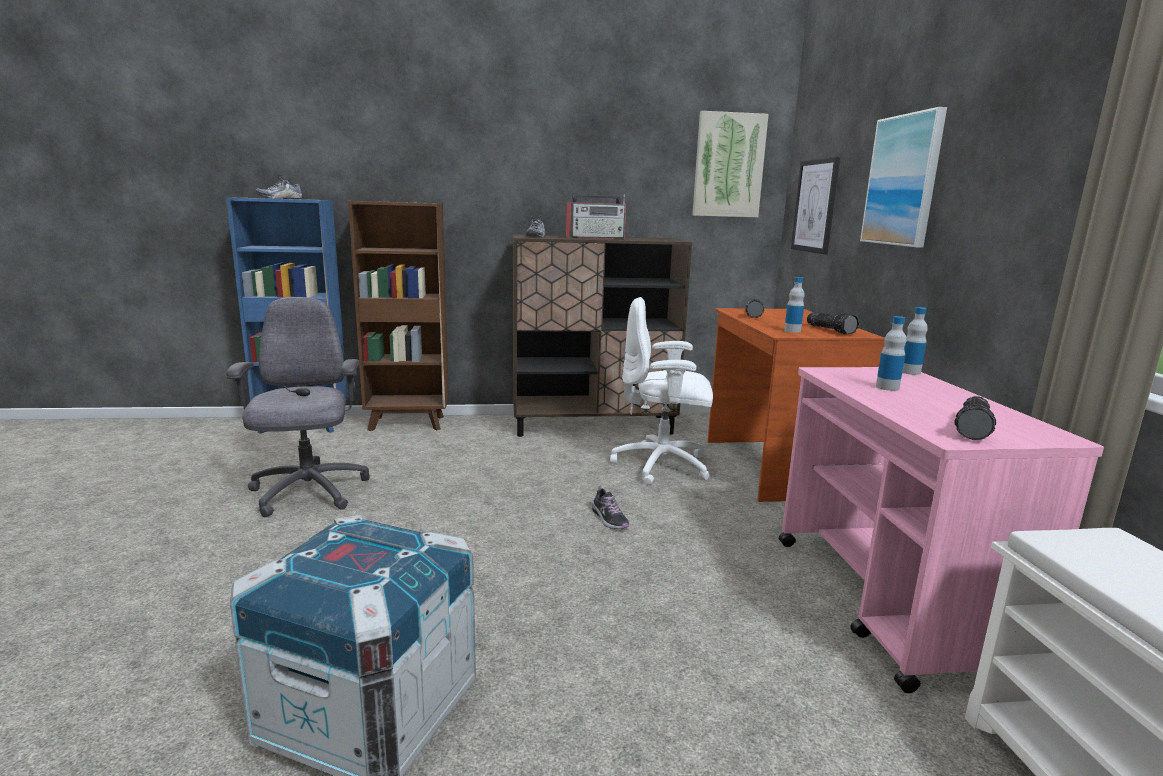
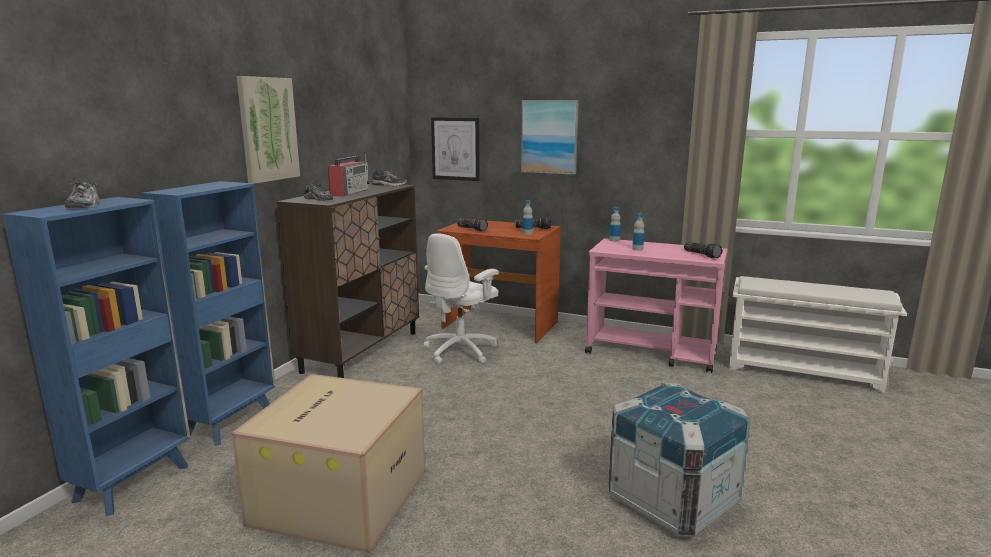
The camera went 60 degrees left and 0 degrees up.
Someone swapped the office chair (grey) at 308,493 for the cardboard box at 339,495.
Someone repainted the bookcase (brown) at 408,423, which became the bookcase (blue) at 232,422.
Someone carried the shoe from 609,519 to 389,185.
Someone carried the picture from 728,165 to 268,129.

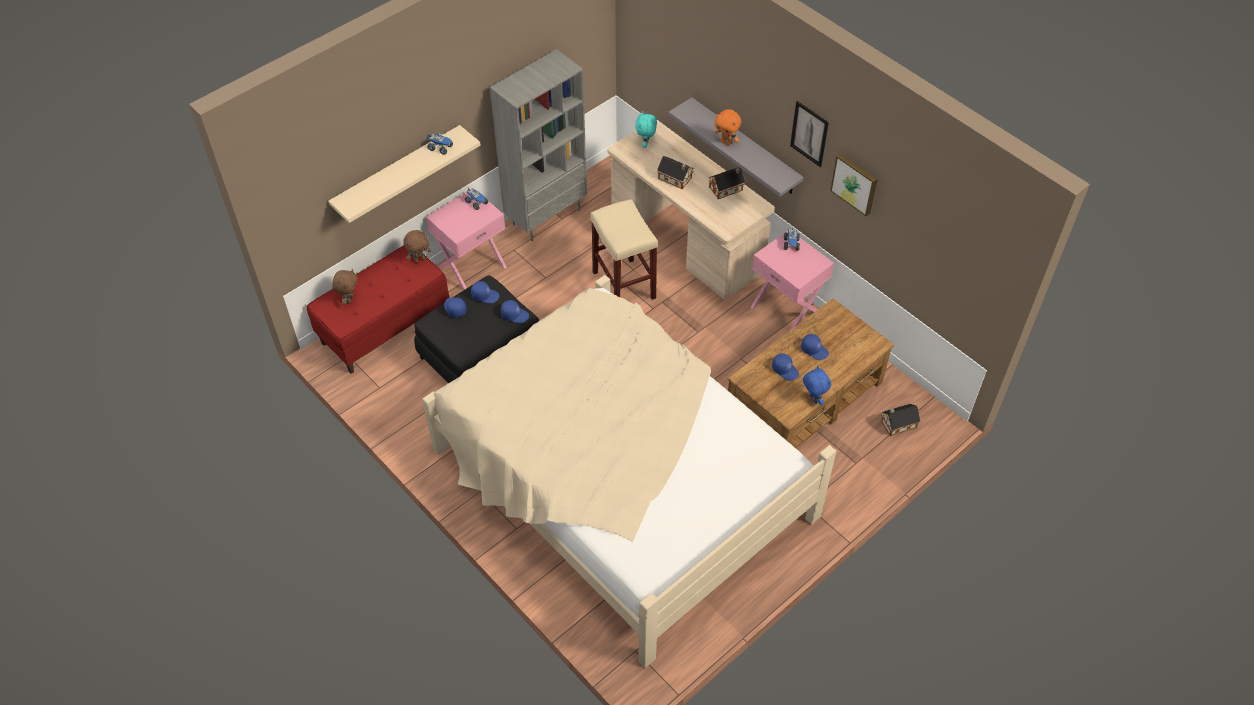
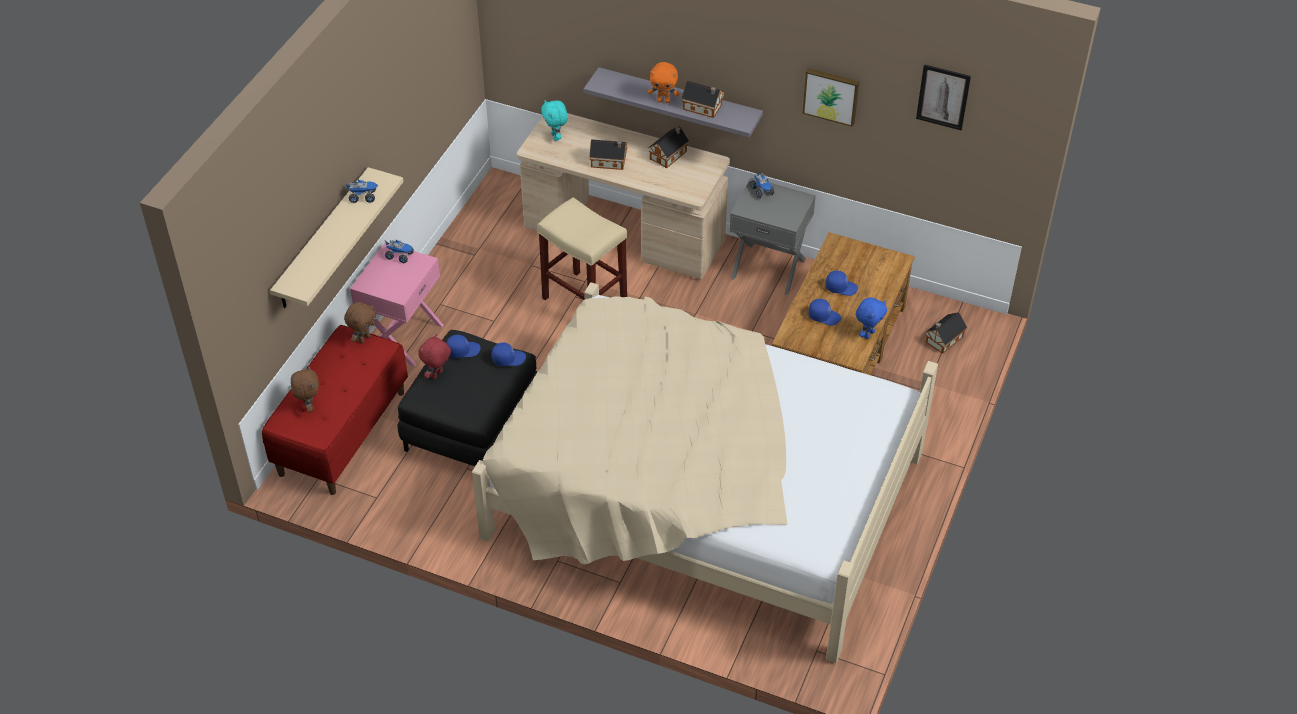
The camera went 25 degrees left and 5 degrees down.
Someone swapped the cap (blue) at 454,308 for the plush toy (red) at 437,375.
Someone took away the bookcase (grey) at 546,216.
Someone repainted the nightstand (pink) at 786,309, which became the nightstand (grey) at 769,268.
Someone carried the picture from 809,134 to 943,97.
Someone rotated the plush toy (blue) at 813,399 by 90 degrees clockwise.
Someone put down the toy house at 703,107.

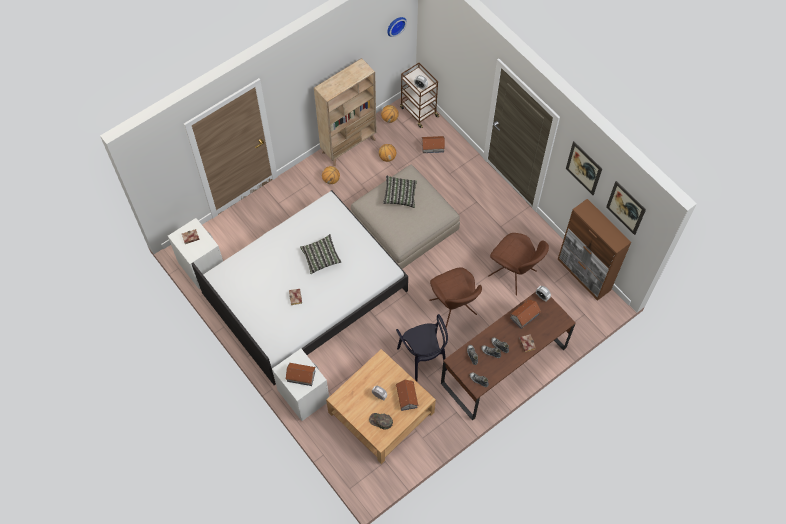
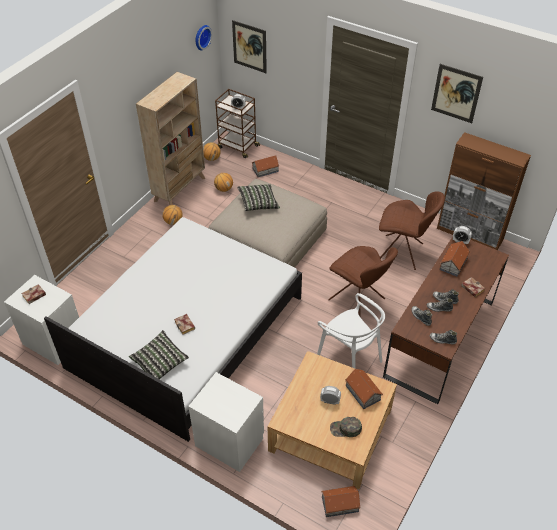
The camera went 20 degrees left and 15 degrees down.
Someone carried the toy house from 301,376 to 340,504.
Someone carried the pillow from 321,257 to 159,362.
Someone repainted the chair (black) at 423,357, which became the chair (white) at 350,357.
Someone carried the picture from 625,208 to 249,46.

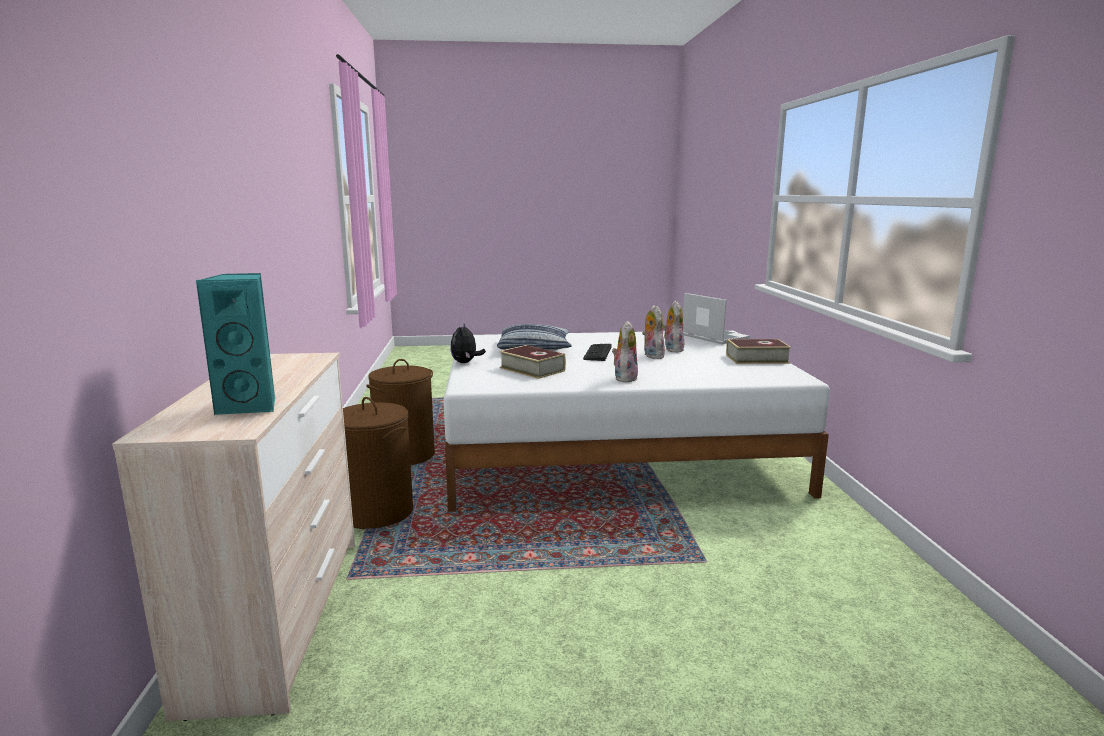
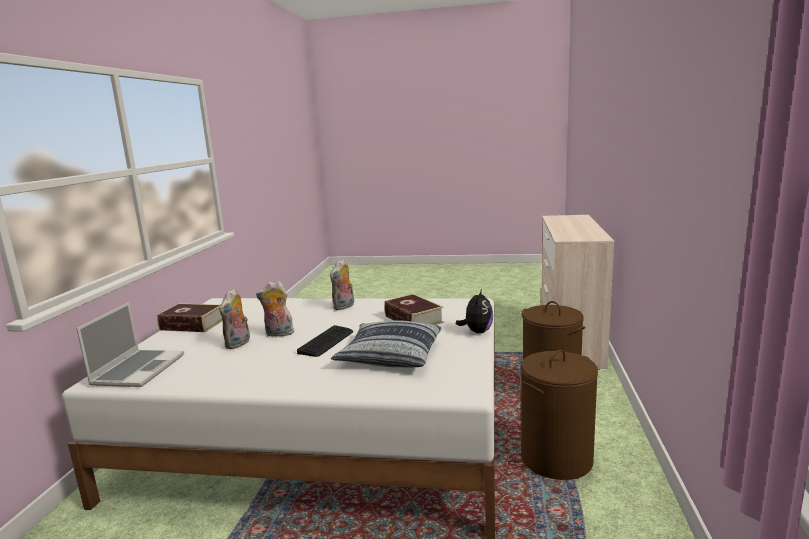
The camera went 165 degrees left and 0 degrees up.
Someone took away the speaker (turquoise) at 251,406.
Someone rotated the plush toy at 651,356 by 90 degrees clockwise.
Someone rotated the laptop at 713,337 by 150 degrees counterclockwise.

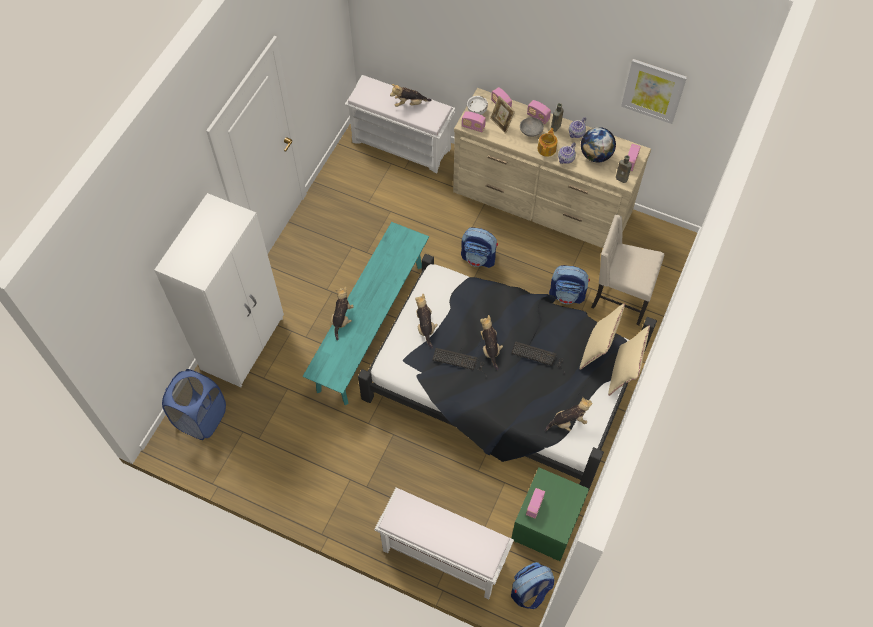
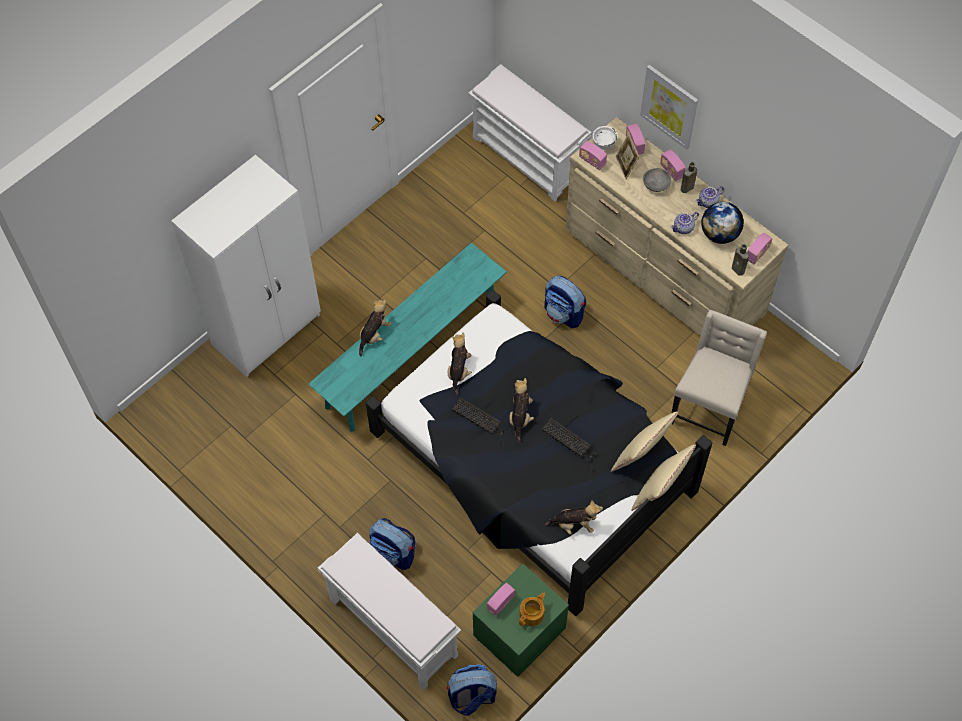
The camera went 20 degrees right and 0 degrees up.
Someone took away the laundry basket (blue) at 201,418.
Someone took away the plush toy at 409,104.
Someone carried the teapot from 547,148 to 532,614.
Someone carried the backpack from 567,294 to 393,554.
Someone rotated the chair (beige) at 619,297 by 75 degrees clockwise.
Someone carried the picture from 653,90 to 669,106.

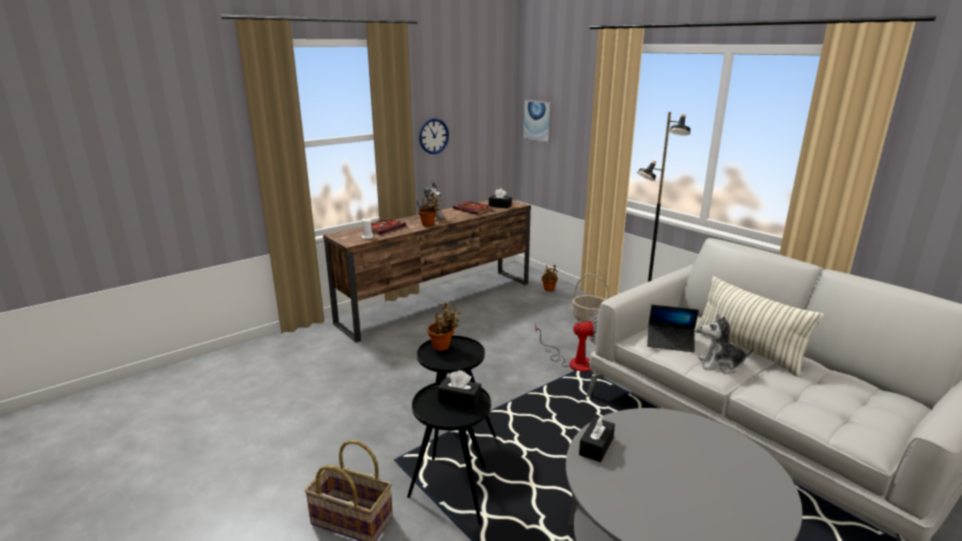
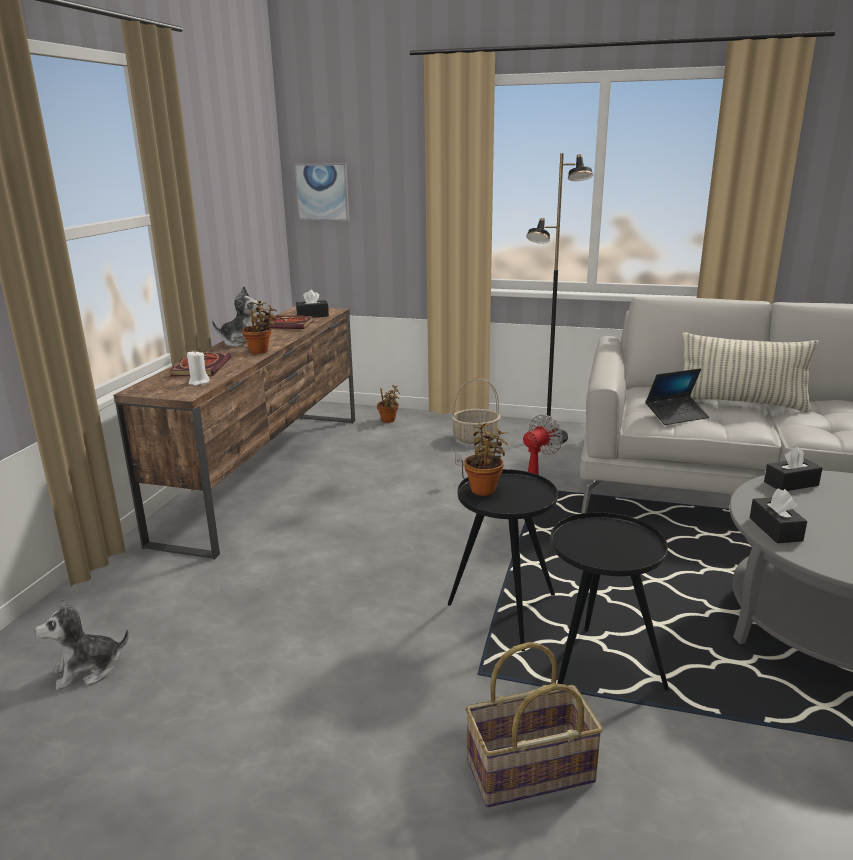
The camera went 35 degrees left and 0 degrees up.
Someone took away the wall clock at 433,136.
Someone carried the tissue box (black) from 459,399 to 791,483.
Someone carried the plush toy from 720,364 to 87,670.

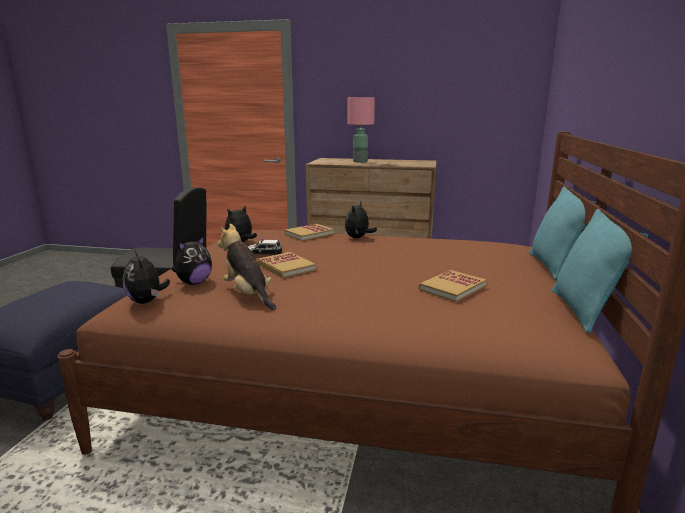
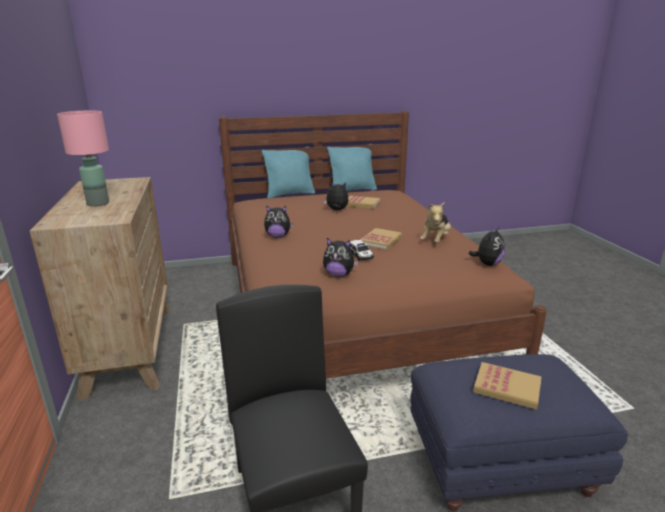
The camera went 115 degrees left and 5 degrees up.
Someone carried the plush toy from 194,283 to 337,210.
Someone carried the book from 309,234 to 507,387.

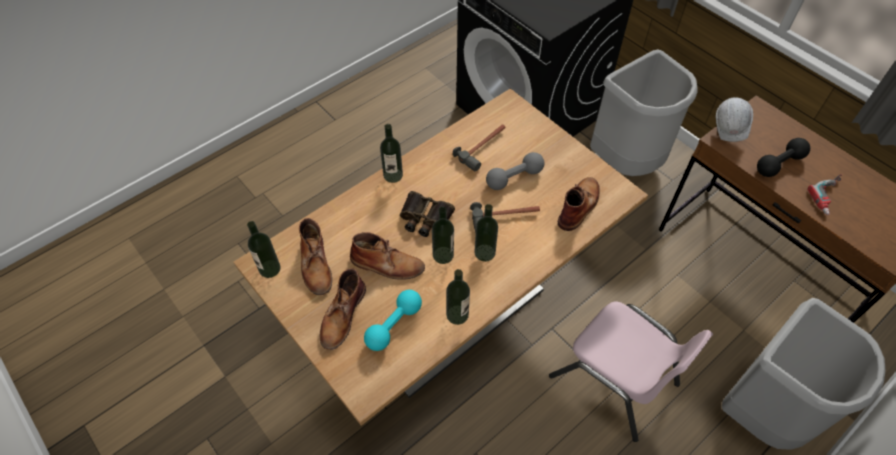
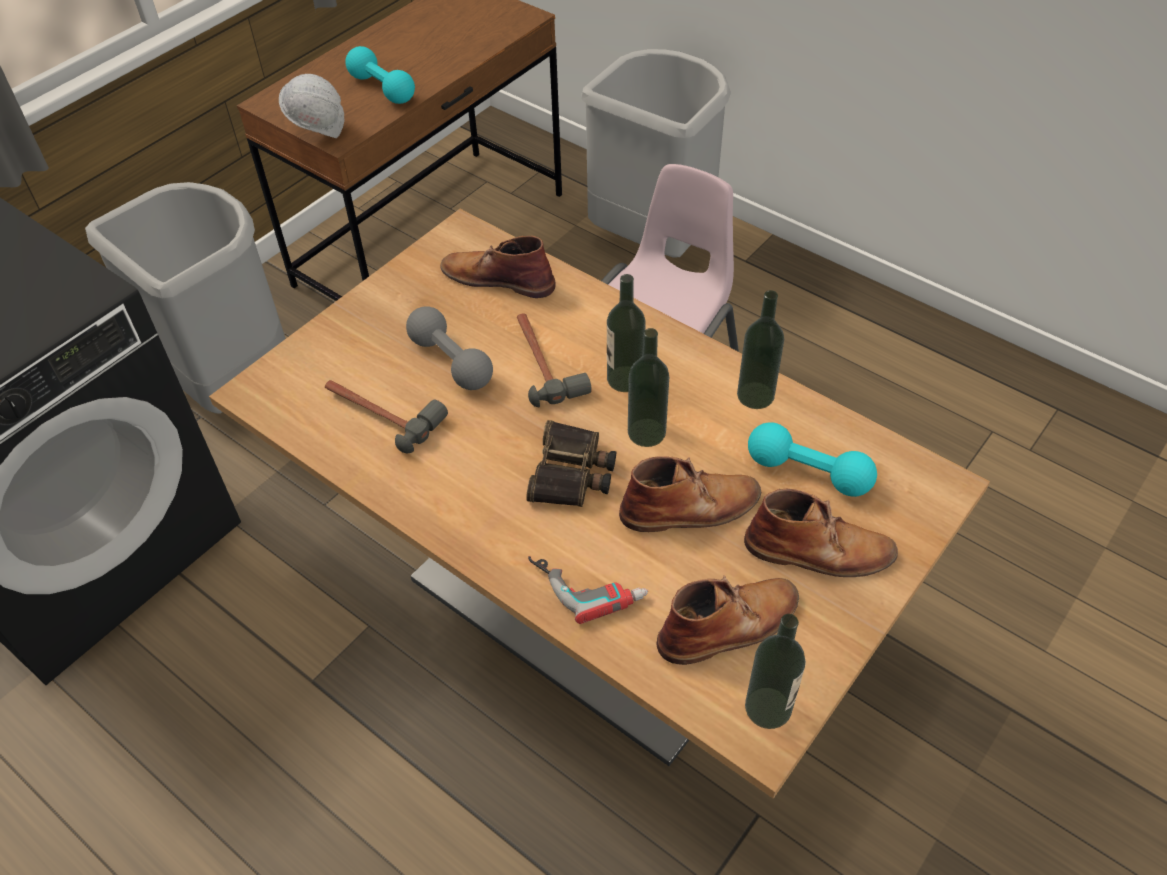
The camera went 100 degrees left and 5 degrees down.
Someone rotated the boot (brown) at 388,264 by 75 degrees clockwise.
Someone took away the bottle at 393,175.
Someone repainted the dumbbell (black) at 779,164, which became the dumbbell (turquoise) at 382,88.
Someone carried the power drill from 831,197 to 588,582.

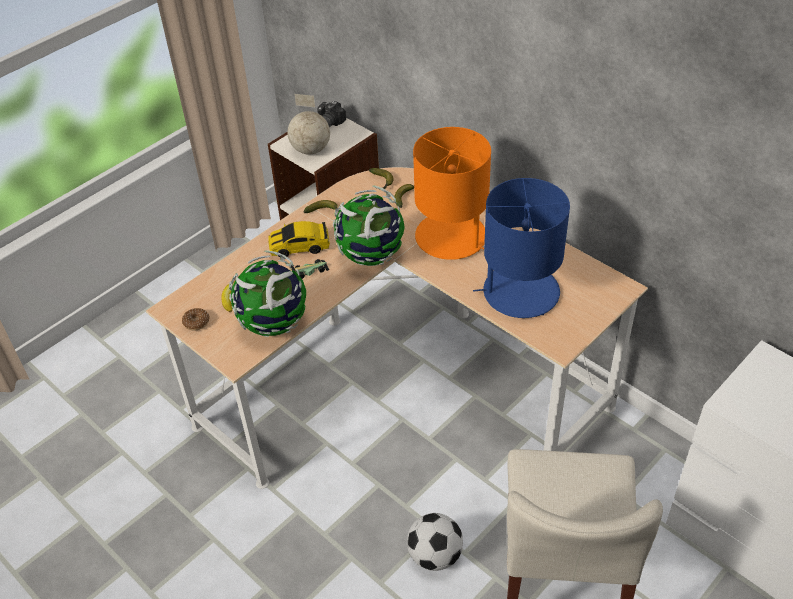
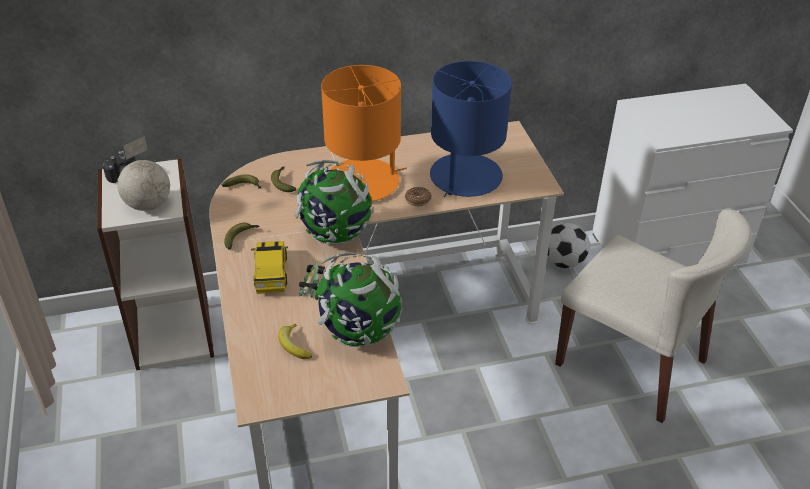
The camera went 60 degrees left and 5 degrees down.
Someone carried the donut from 196,322 to 418,200.
Someone rotated the toy car at 299,246 by 150 degrees clockwise.
Someone carried the football from 435,555 to 563,262.

